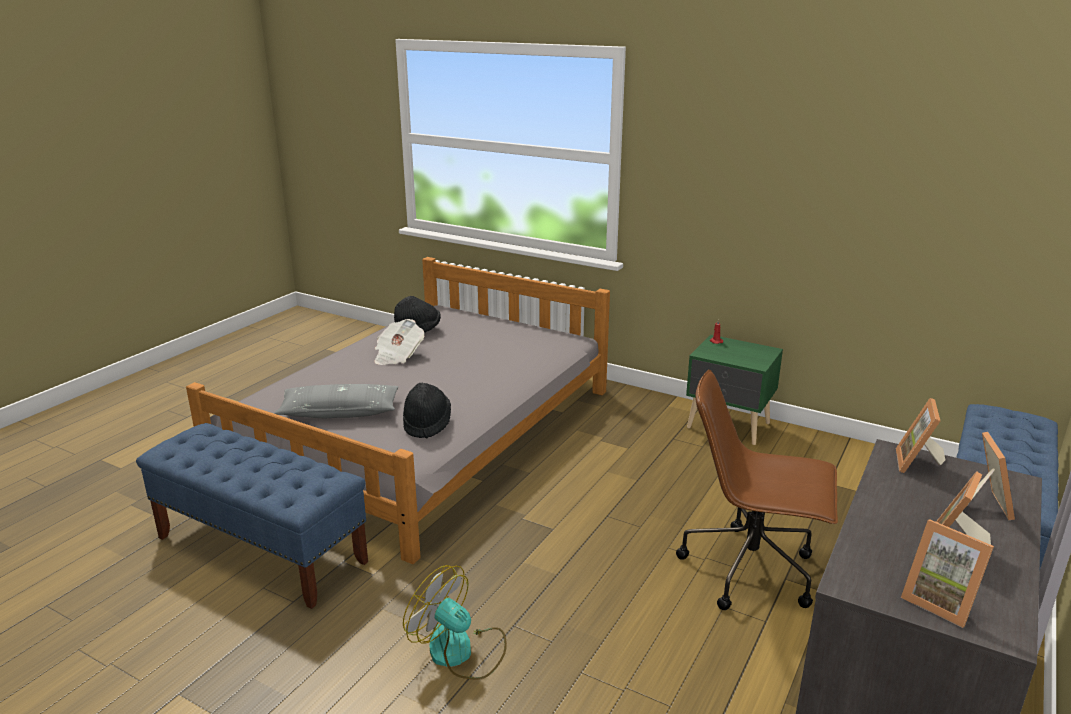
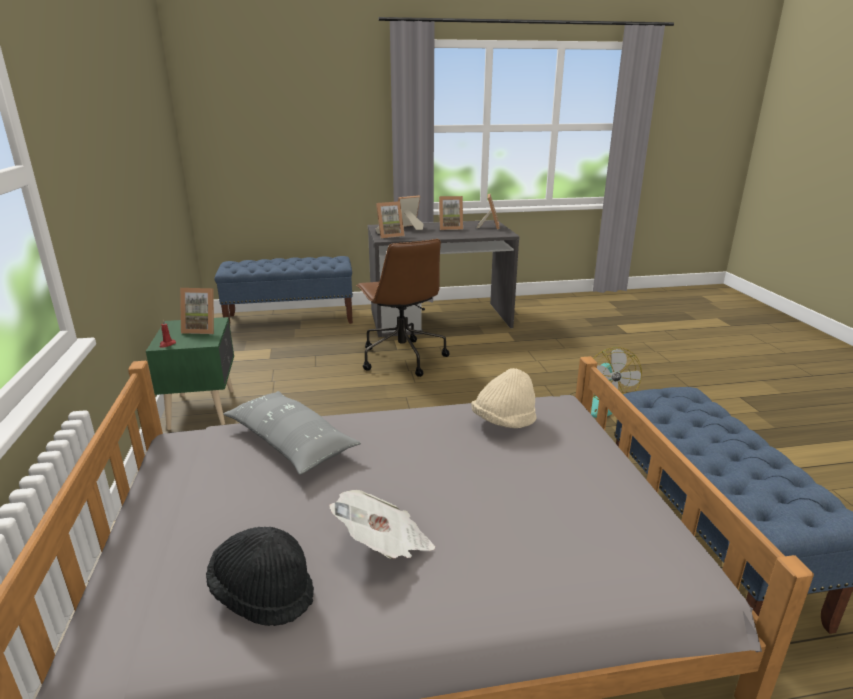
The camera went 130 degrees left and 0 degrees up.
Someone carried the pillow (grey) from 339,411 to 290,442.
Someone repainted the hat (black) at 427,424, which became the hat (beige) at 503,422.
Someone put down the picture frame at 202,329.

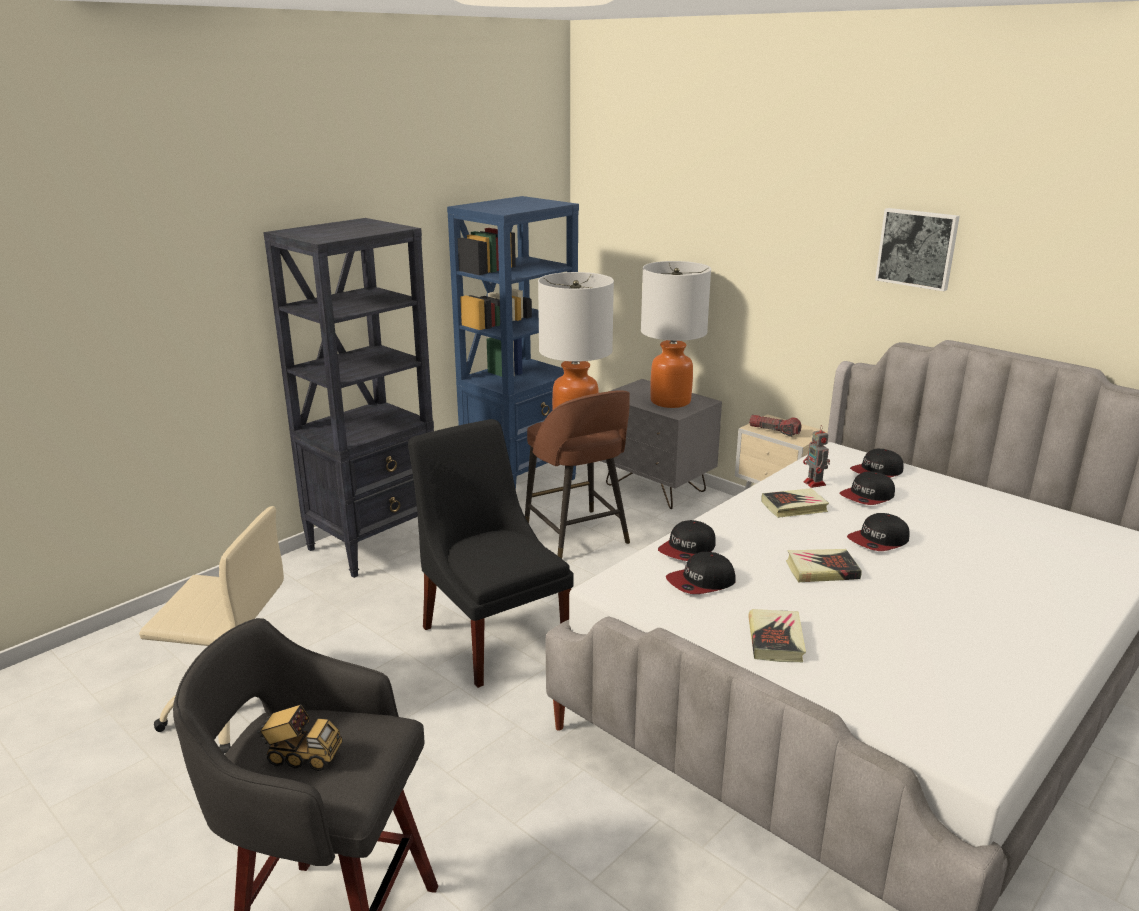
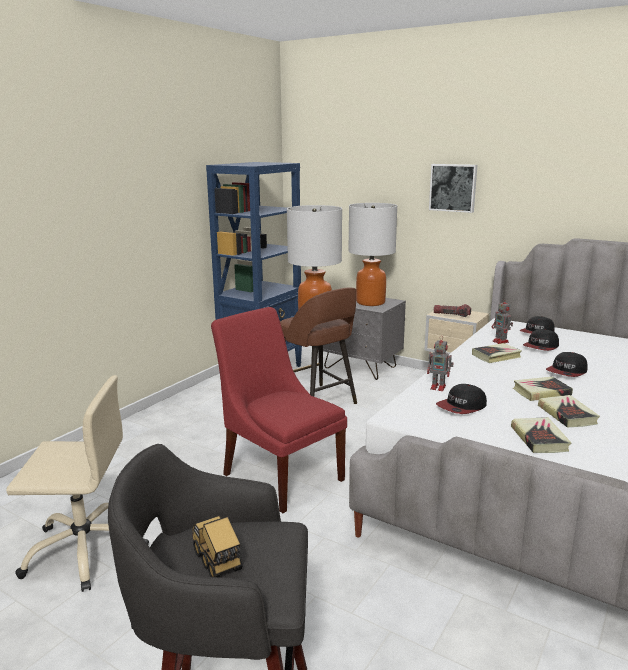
The camera went 10 degrees left and 5 degrees down.
Someone rotated the toy truck at 302,757 by 120 degrees counterclockwise.
Someone took away the bookcase (black) at 375,544.
Someone repainted the chair (black) at 493,635, which became the chair (red) at 280,474.
Someone swapped the cap at 688,550 for the toy robot at 439,387.
Someone carried the picture from 917,248 to 453,187.
Someone put down the book at 567,415.

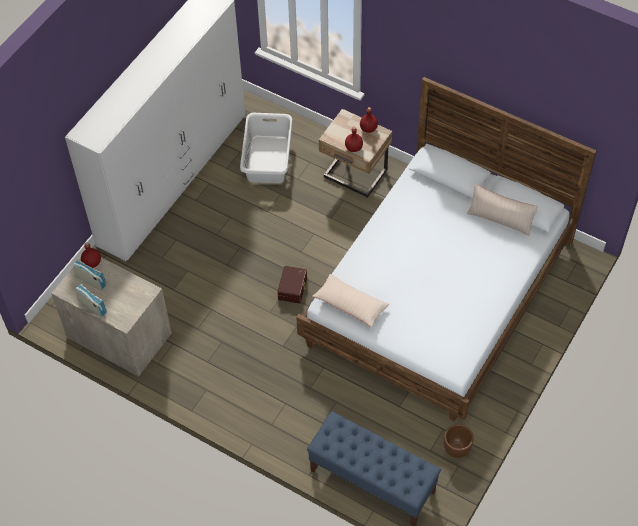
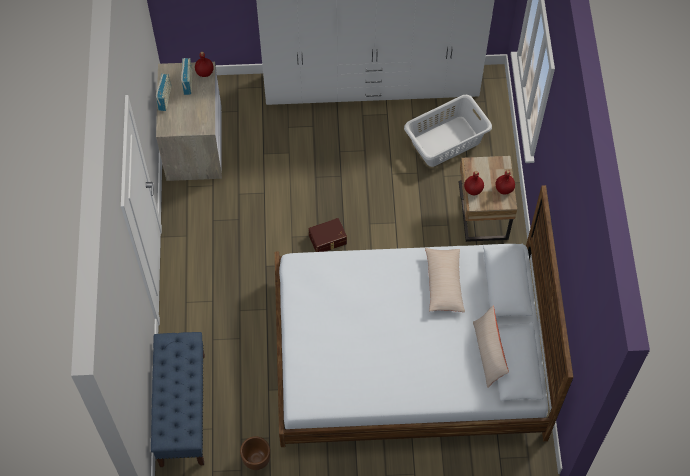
The camera went 55 degrees right and 5 degrees up.
Someone carried the pillow (beige) from 350,304 to 444,283.

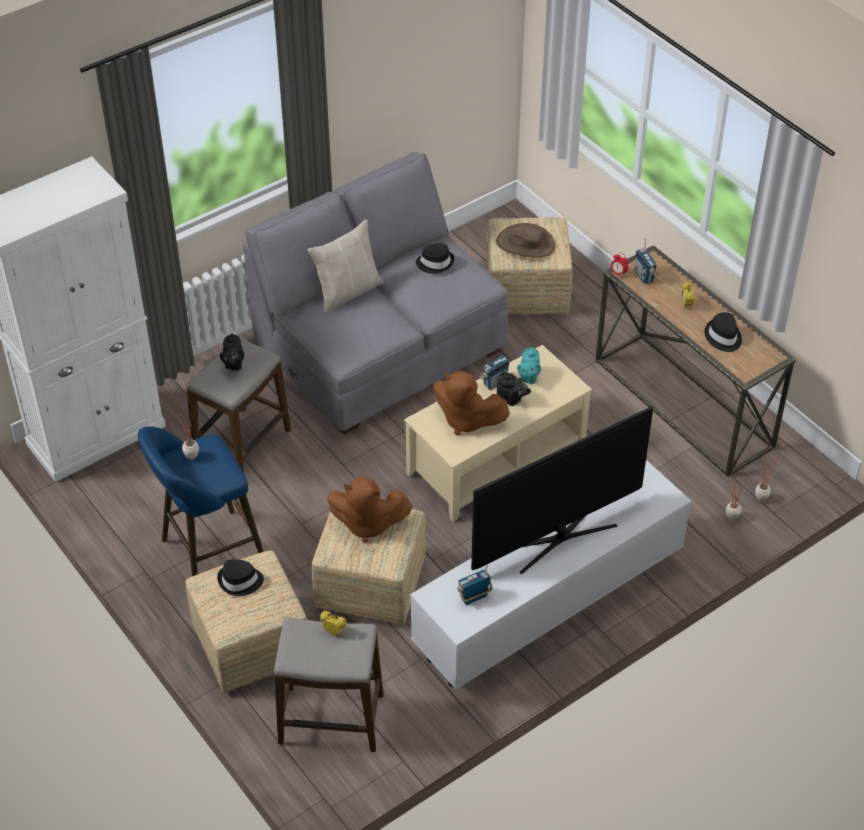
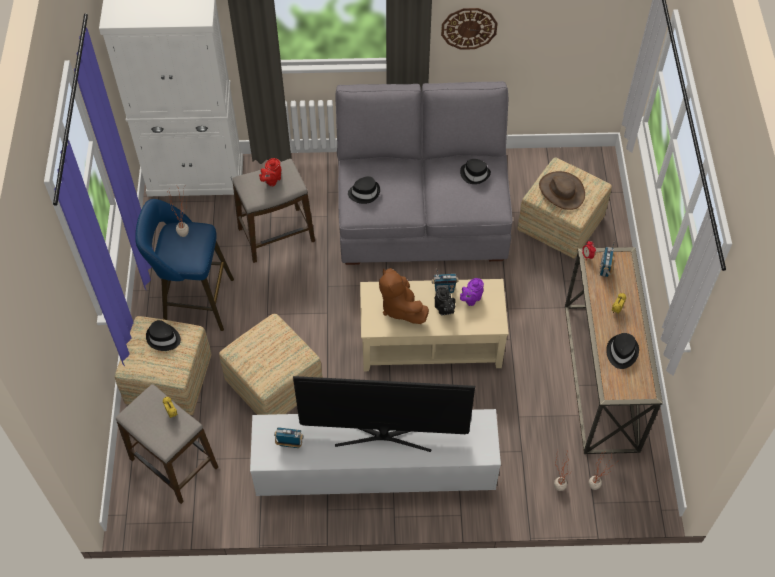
The camera went 35 degrees right and 10 degrees up.
Someone repainted the teapot (black) at 233,365, which became the teapot (red) at 271,180.
Someone took away the pillow (beige) at 348,292.
Someone took away the plush toy (brown) at 367,524.
Someone repainted the teapot (turquoise) at 528,378, which became the teapot (purple) at 471,299.
Someone put down the hat (black) at 364,192.
Someone put up the wall clock at 469,28.

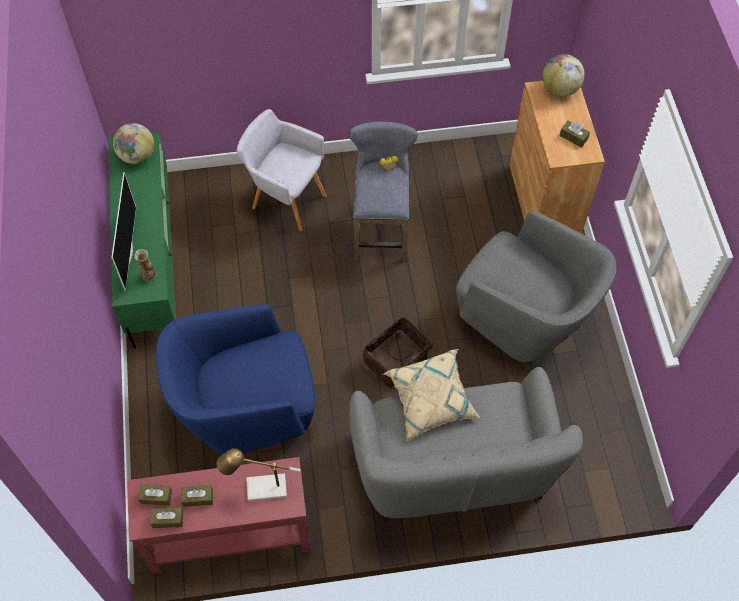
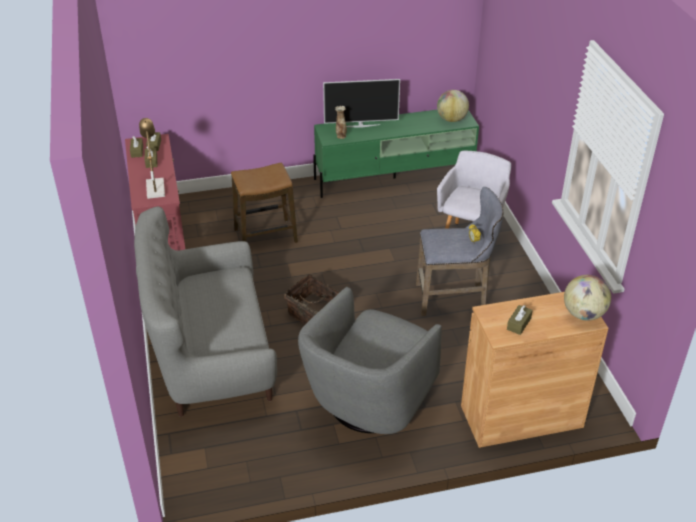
The camera went 85 degrees right and 20 degrees down.
Someone swapped the armchair (blue) at 246,408 for the stool at 266,236.
Someone took away the pillow (beige) at 431,402.

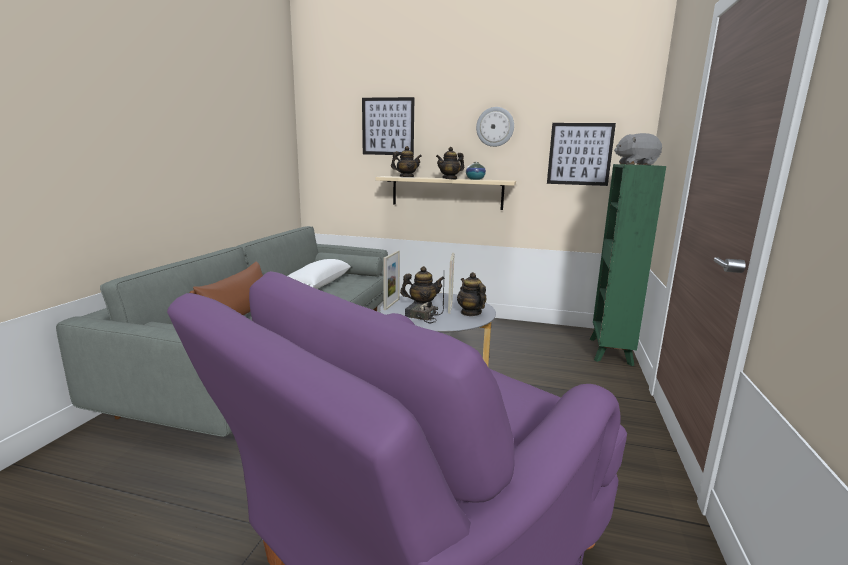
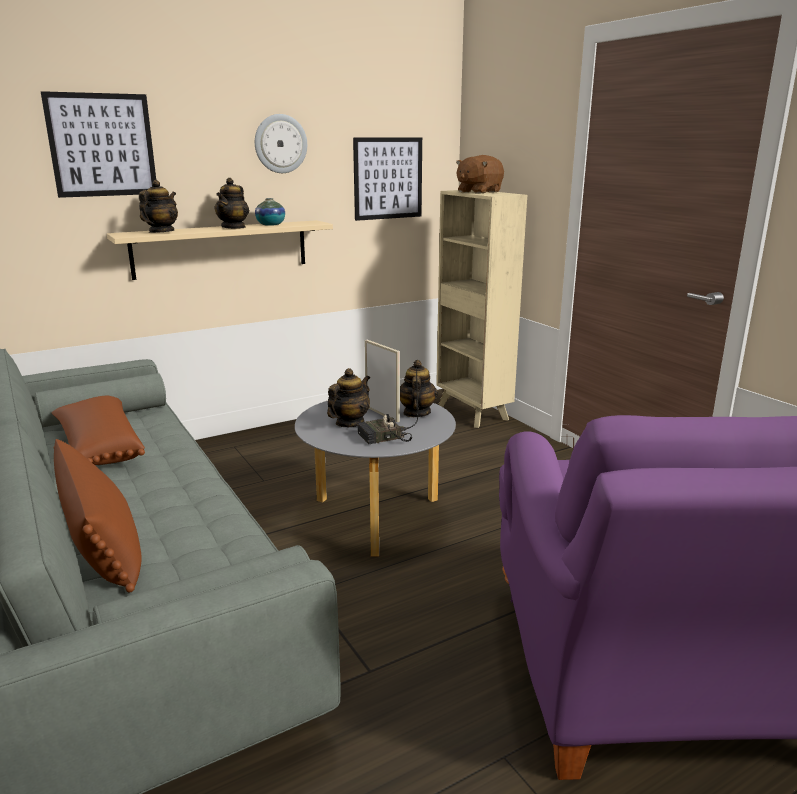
The camera went 45 degrees left and 5 degrees up.
Someone repainted the pillow (white) at 317,284, which became the pillow (brown) at 99,448.
Someone took away the picture frame at 391,304.
Someone rotated the teapot at 470,313 by 75 degrees clockwise.
Someone repainted the bookcase (green) at 610,352, which became the bookcase (beige) at 473,413.
Someone repainted the plush toy (grey) at 635,164, which became the plush toy (brown) at 478,192.

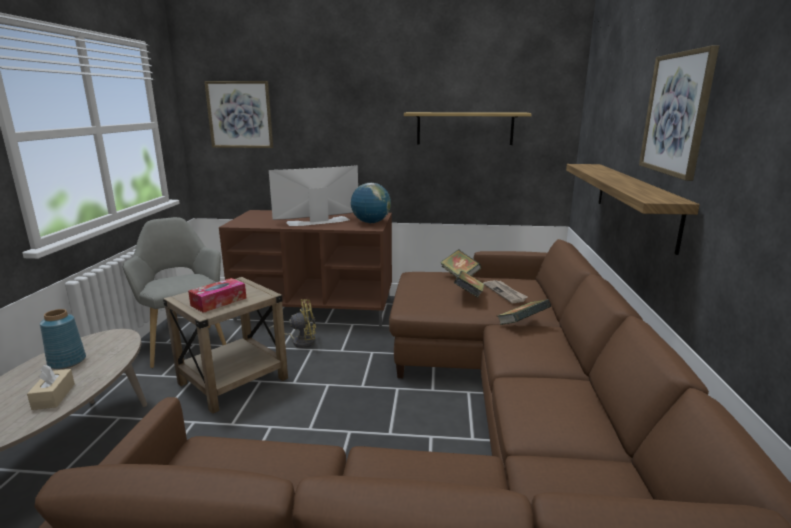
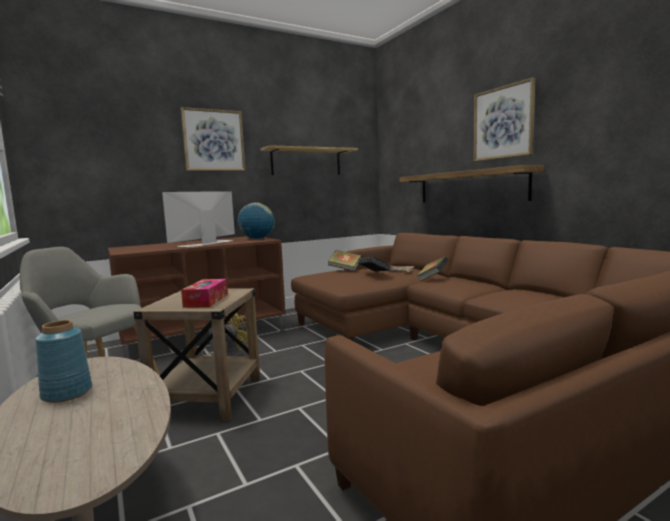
The camera went 35 degrees left and 10 degrees down.
Someone took away the tissue box (beige) at 54,396.
Someone carried the picture from 240,115 to 213,140.

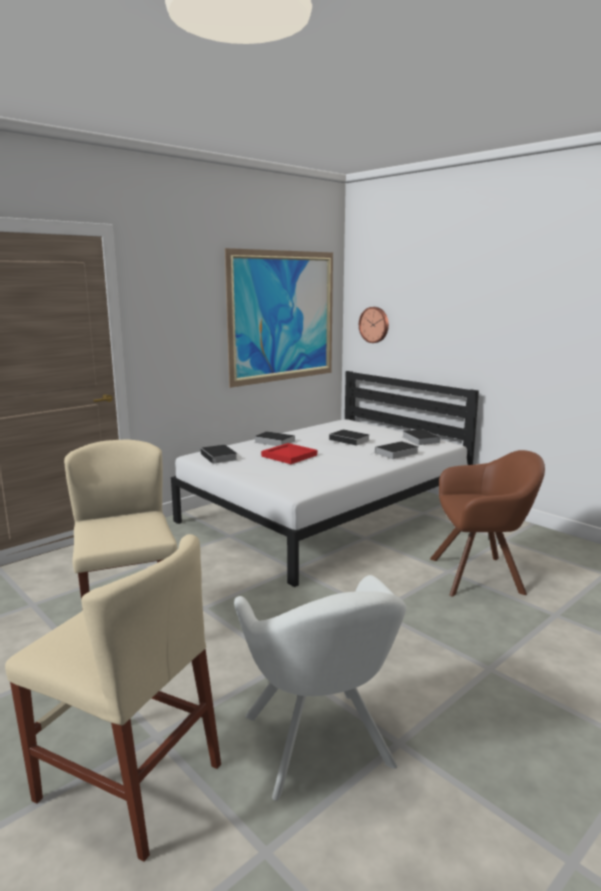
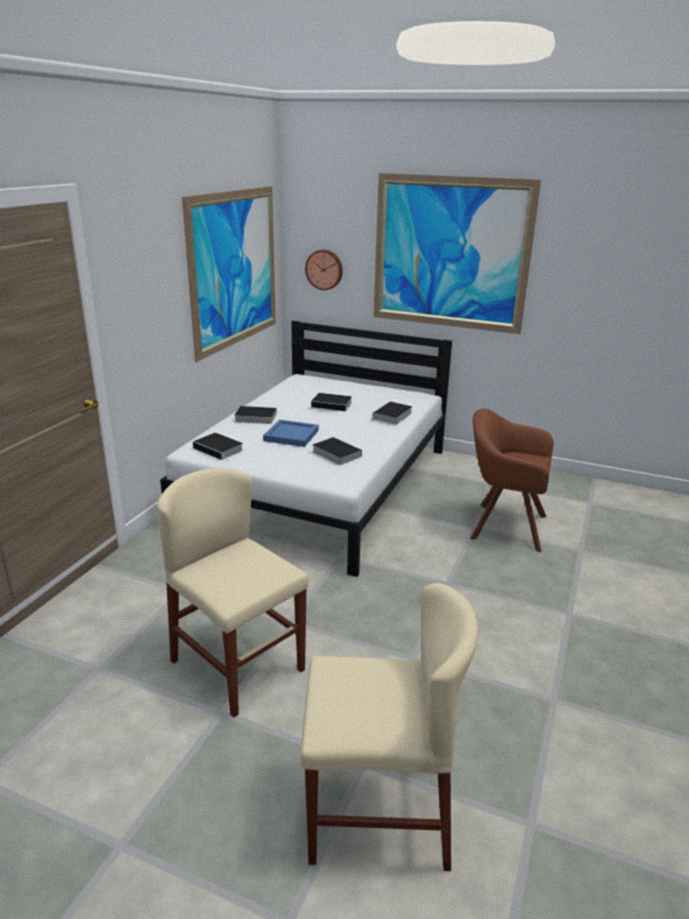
The camera went 25 degrees left and 10 degrees up.
Someone took away the armchair (white) at 319,747.
Someone repainted the tray (red) at 289,455, which became the tray (blue) at 291,435.
Someone carried the book from 419,439 to 335,453.
Someone rotated the armchair (brown) at 482,575 by 135 degrees counterclockwise.
Someone put up the picture at 450,254.

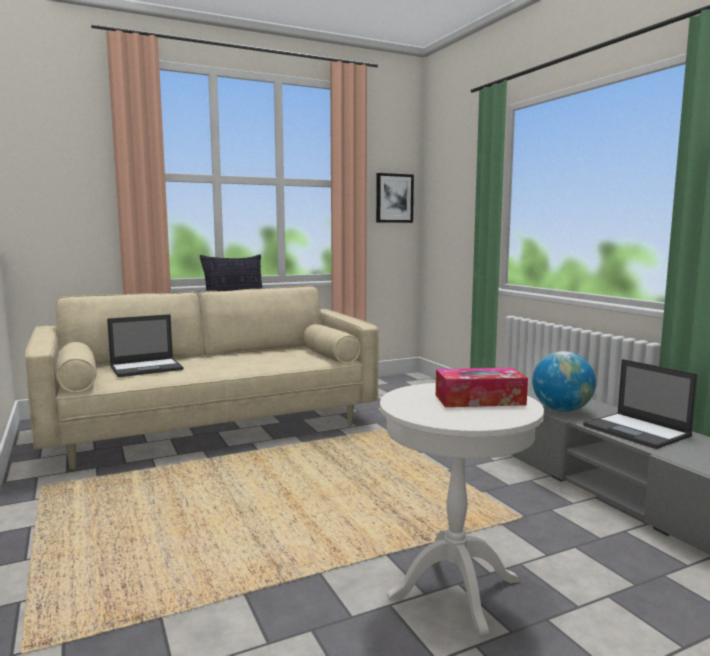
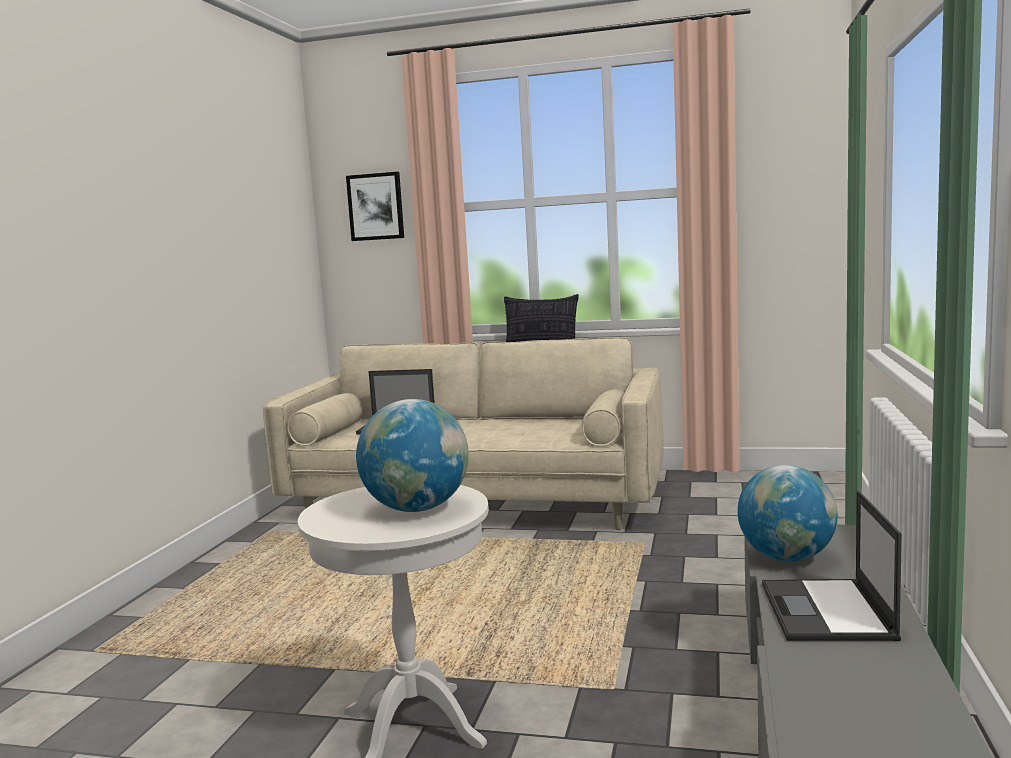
The camera went 40 degrees right and 0 degrees up.
Someone carried the picture from 394,198 to 376,206.
Someone swapped the tissue box at 479,400 for the globe at 417,509.

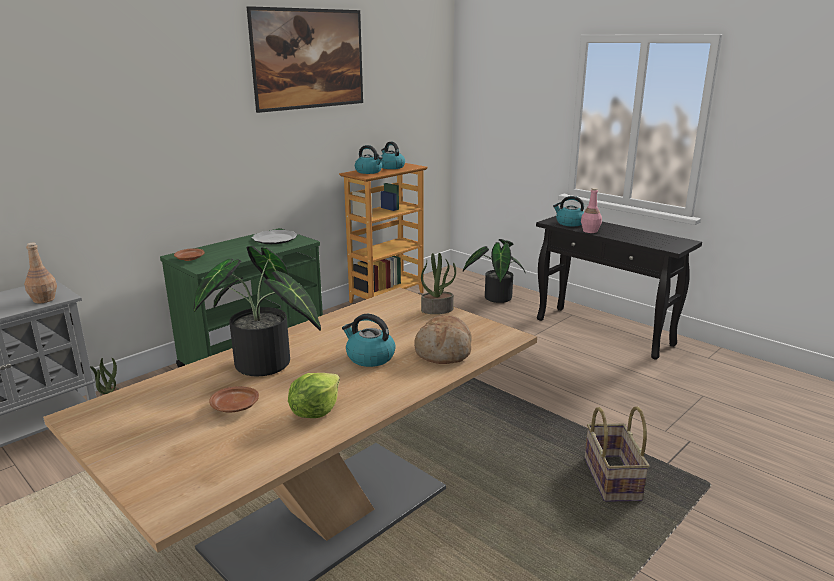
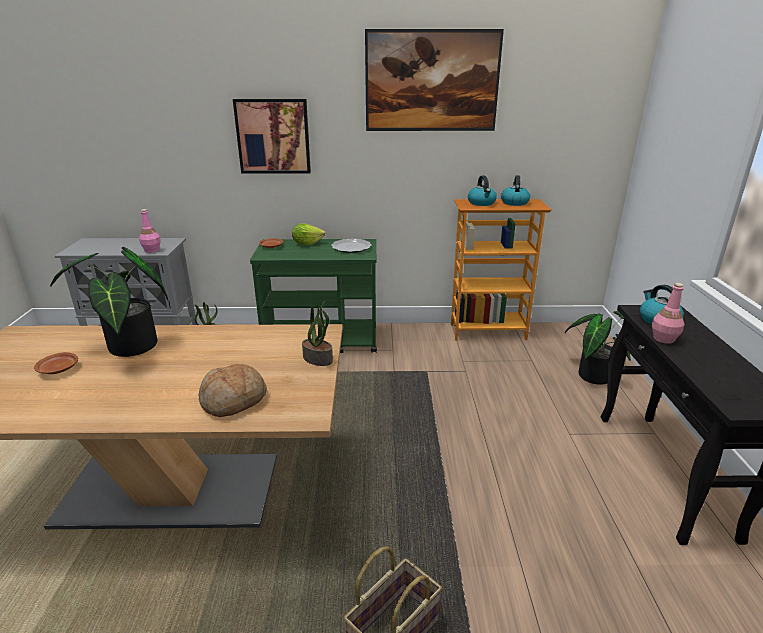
The camera went 45 degrees right and 5 degrees up.
Someone repainted the bottle (brown) at 44,299, which became the bottle (pink) at 152,250.
Someone carried the lettuce from 315,411 to 307,243.
Someone took away the kettle at 369,357.
Someone put up the picture at 273,136.

